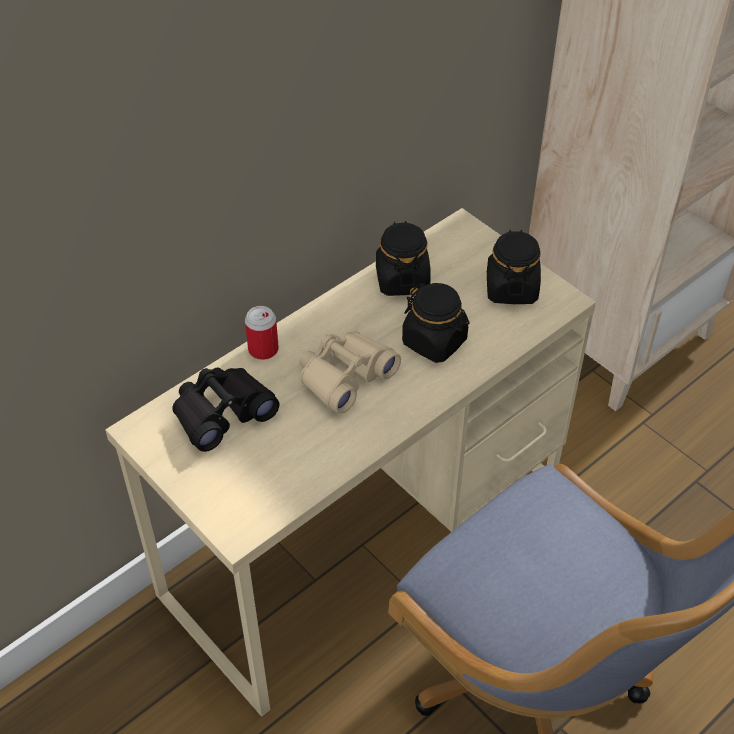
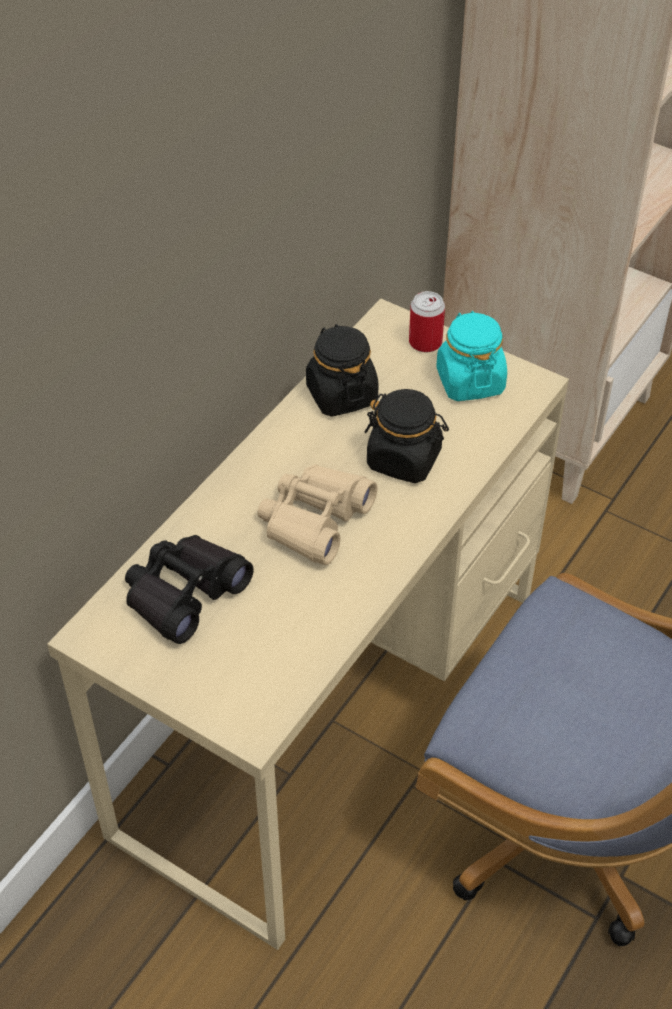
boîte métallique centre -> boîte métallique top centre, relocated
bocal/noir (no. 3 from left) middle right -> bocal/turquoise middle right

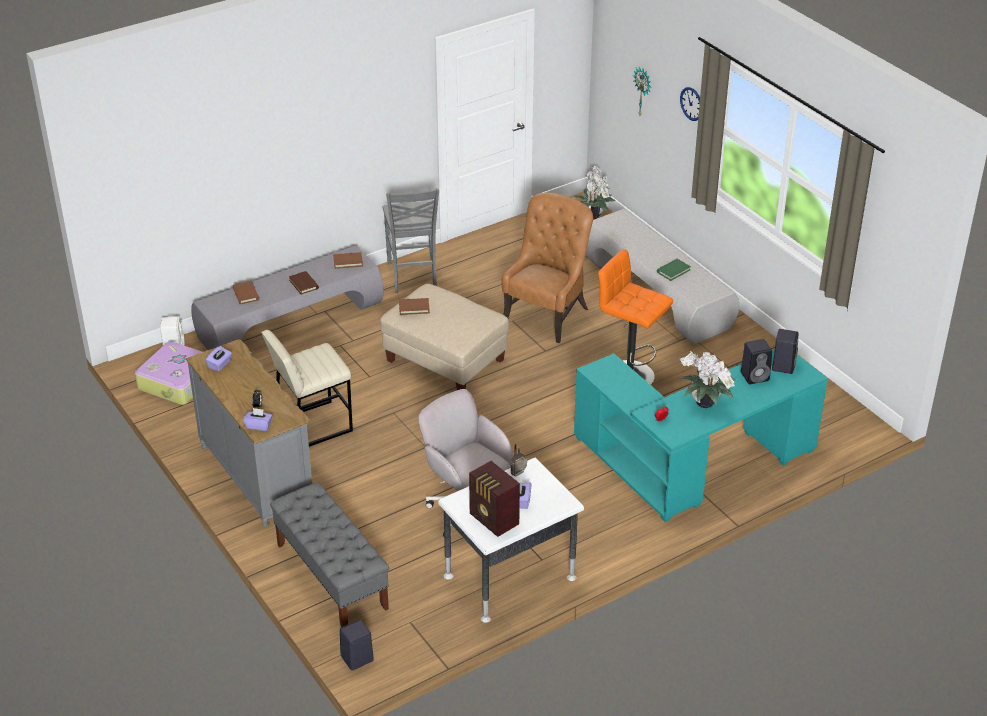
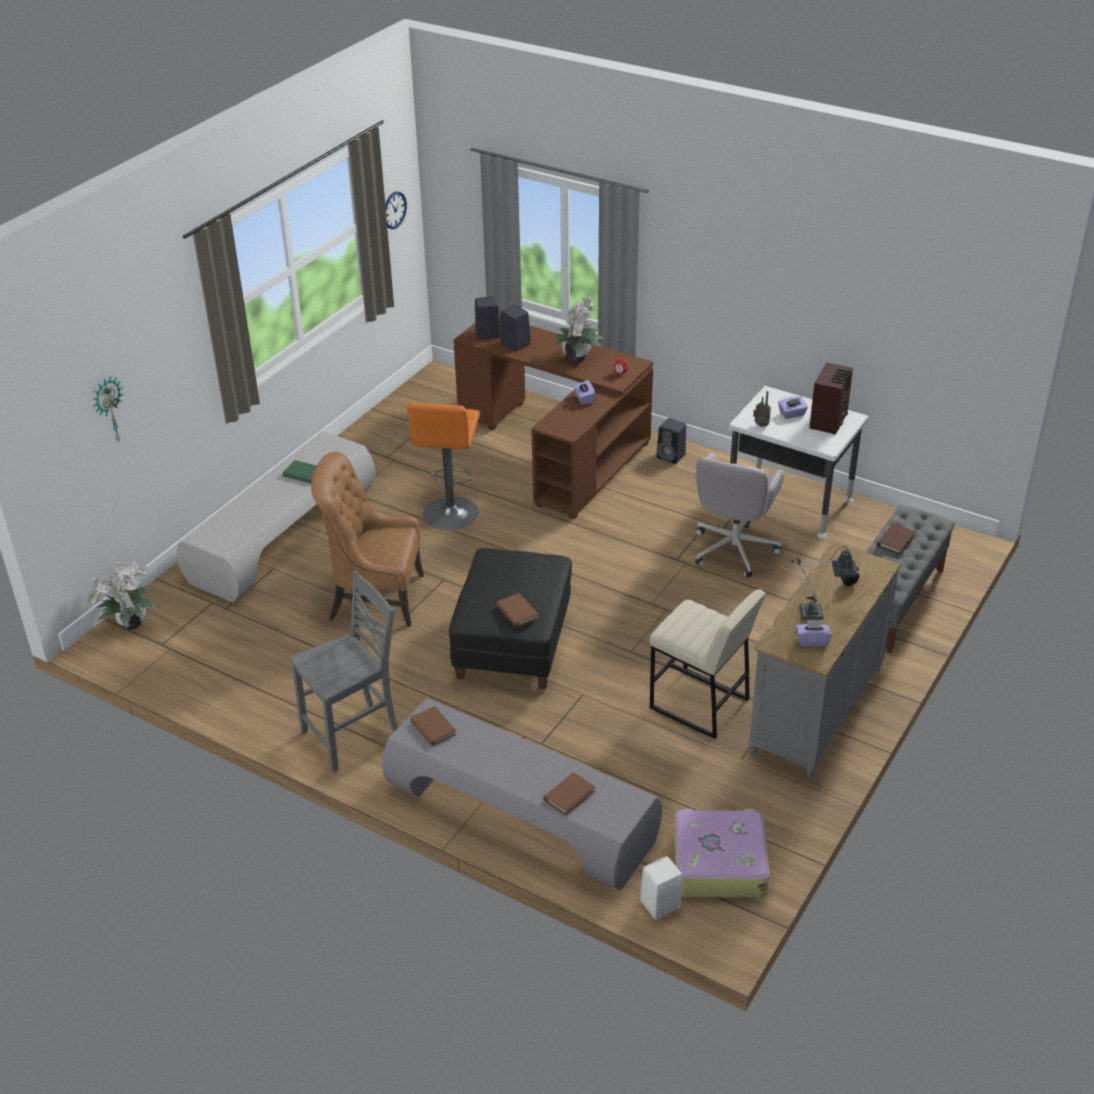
none -> lampe de table middle right
boîte à mouchoirs/violet (no. 2 from left in the first image) middle left -> boîte à mouchoirs/violet (no. 1 from left) centre, relocated
livre/marron (no. 2 from left in the first image) middle left -> livre/marron (no. 4 from left) middle right, relocated
enceinte/noir (no. 1 from left in the first image) bottom centre -> enceinte/noir (no. 3 from left) centre, relocated
horloge murale (no. 2 from left) top right -> horloge murale (no. 2 from left) top centre, relocated
pouf/beige centre -> pouf/noir centre
bureau/turquoise middle right -> bureau/marron centre

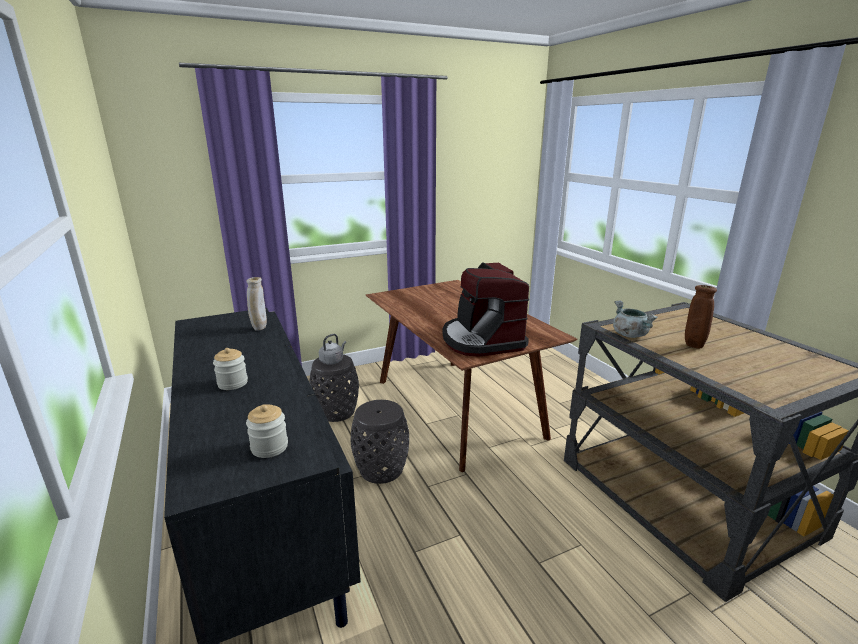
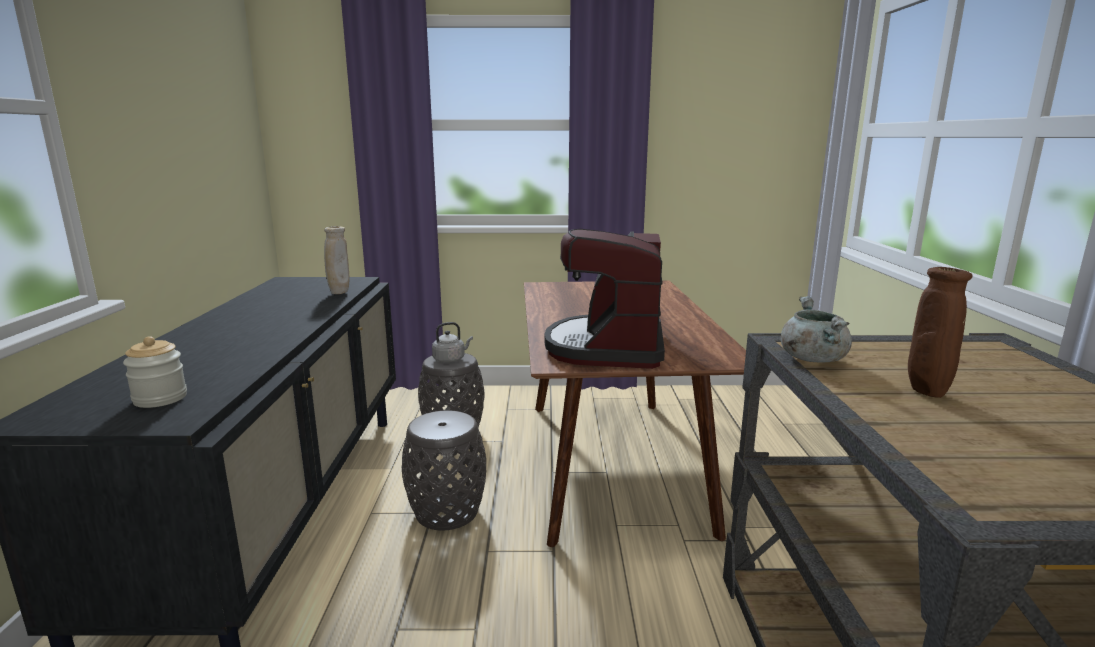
bocal (no. 1 from left) middle left -> none

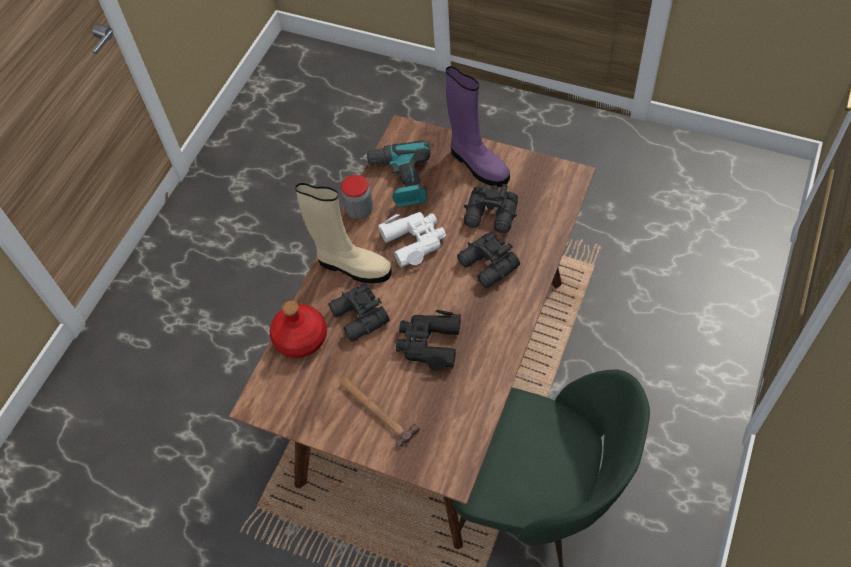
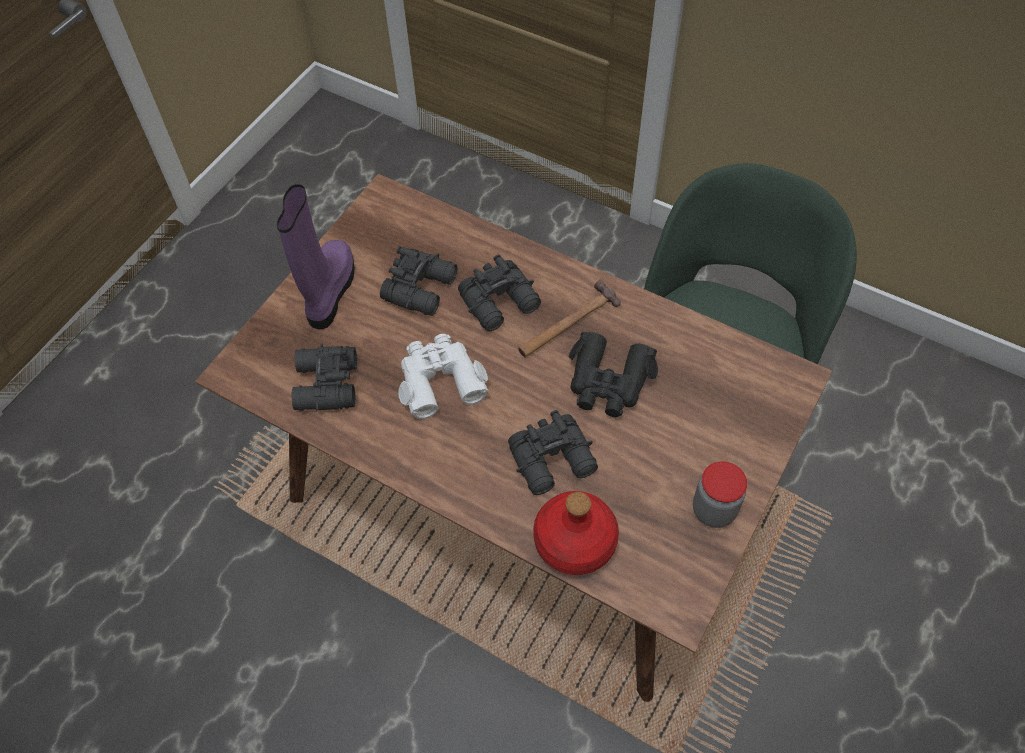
botte/beige centre -> none
marteau bottom centre -> marteau centre, relocated
bocal centre -> bocal middle right, relocated
perceuse top centre -> jumelles/noir (no. 1 from left) middle left
botte/violet top centre -> botte/violet middle left, 45 degrees counterclockwise

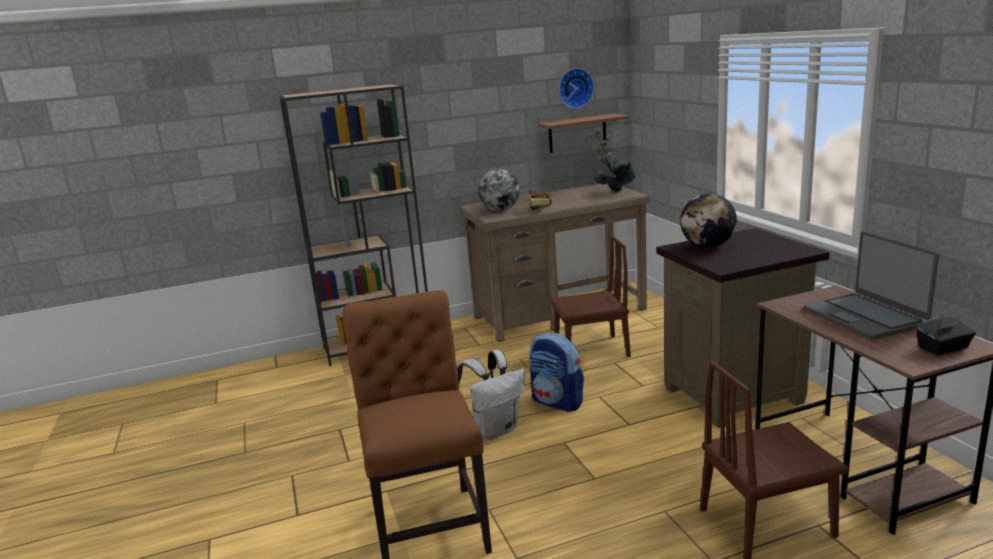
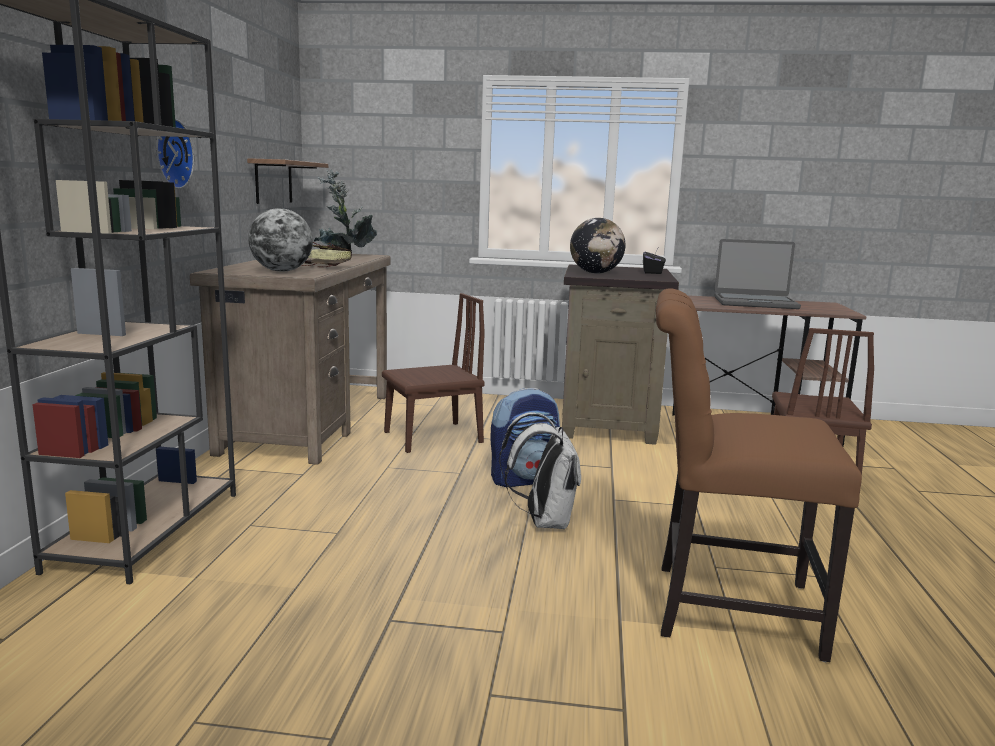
horloge murale top centre -> horloge murale top left, relocated
boîte à mouchoirs/noir middle right -> boîte à mouchoirs/noir centre, relocated
chaise/marron (no. 2 from left in the first image) centre -> chaise/marron (no. 1 from left) centre, 45 degrees clockwise

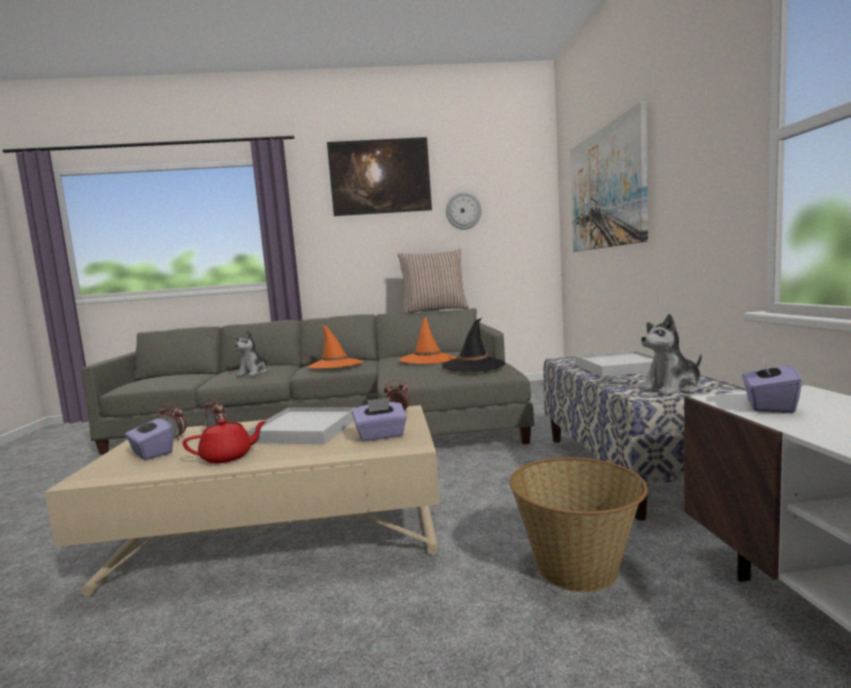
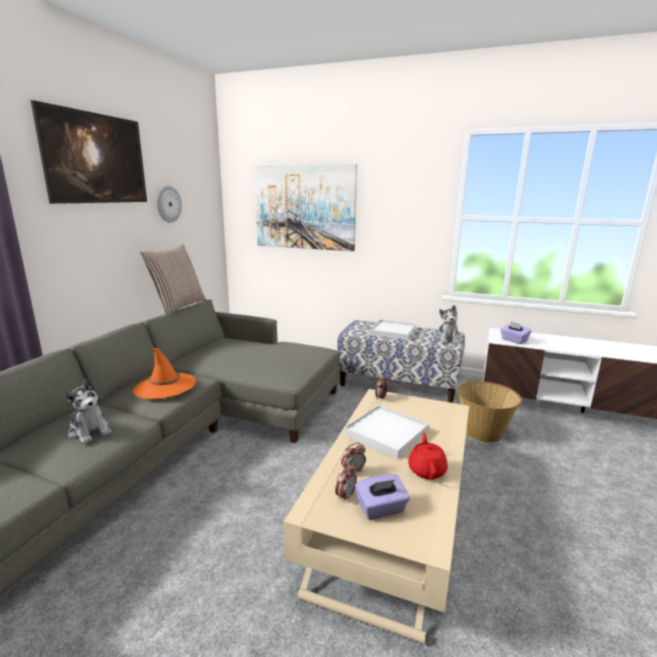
boîte à mouchoirs/violet (no. 2 from left) centre -> none
chapeau/orange (no. 2 from left) centre -> none
chapeau/noir centre -> none

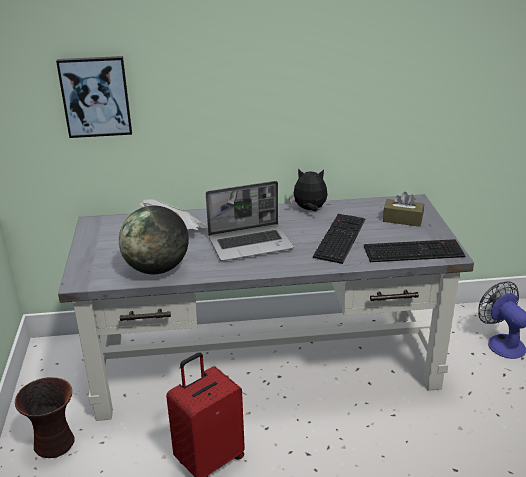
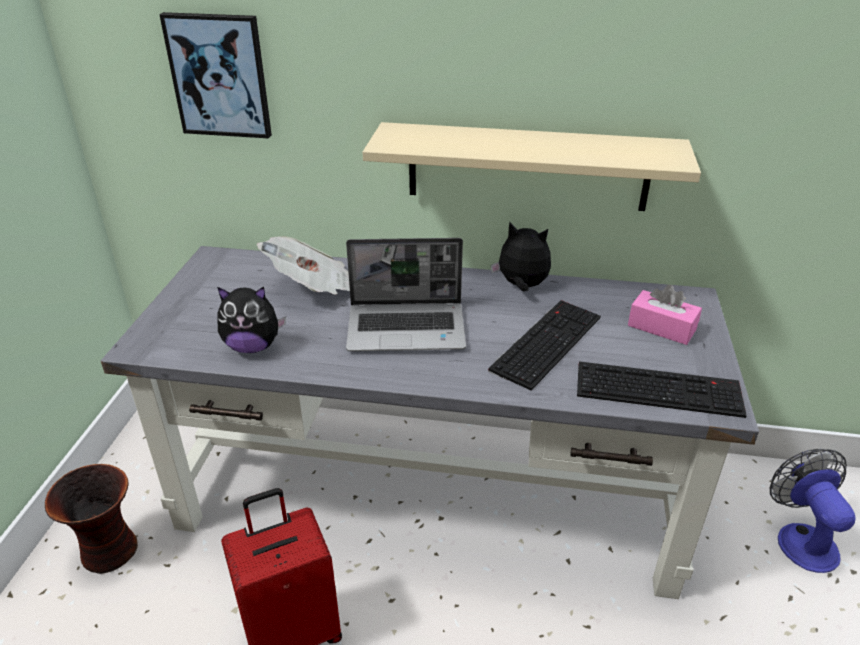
none -> étagère/beige top centre
globe middle left -> peluche (no. 1 from left) middle left
boîte à mouchoirs/marron middle right -> boîte à mouchoirs/rose middle right

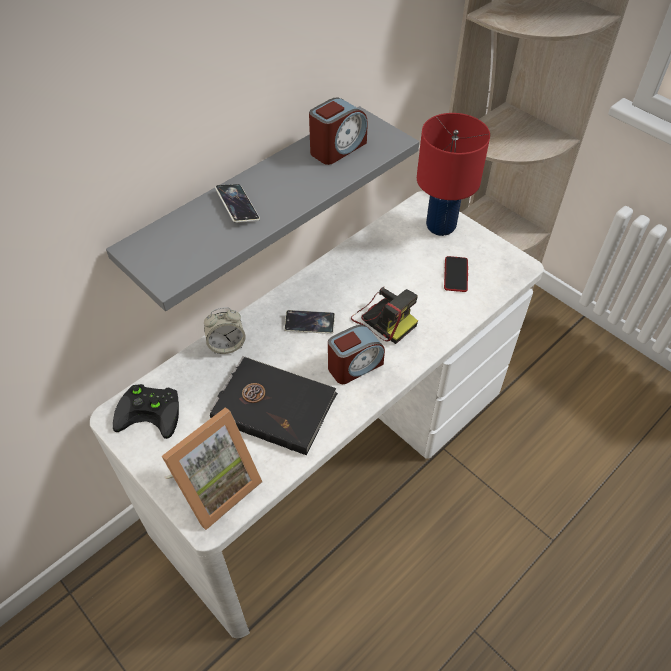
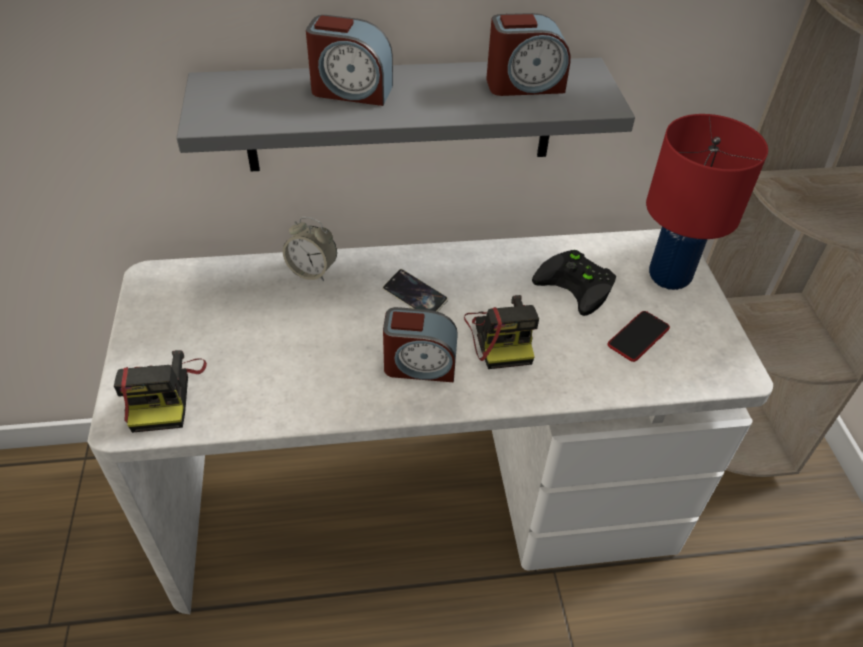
livre/noir centre -> none
manette/noir middle left -> manette/noir centre, relocated
cadre photo bottom left -> appareil photo (no. 1 from left) middle left
téléphone (no. 1 from left) top centre -> réveil (no. 2 from left) top centre

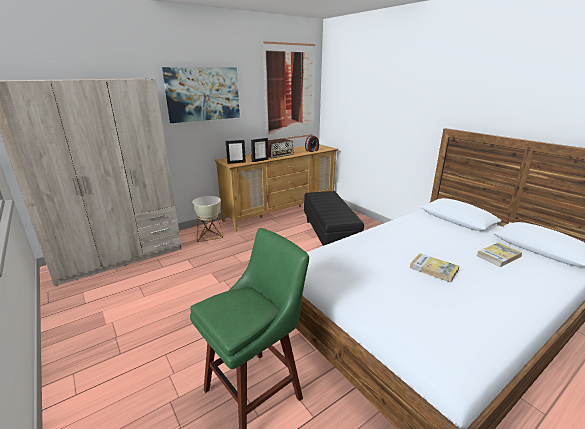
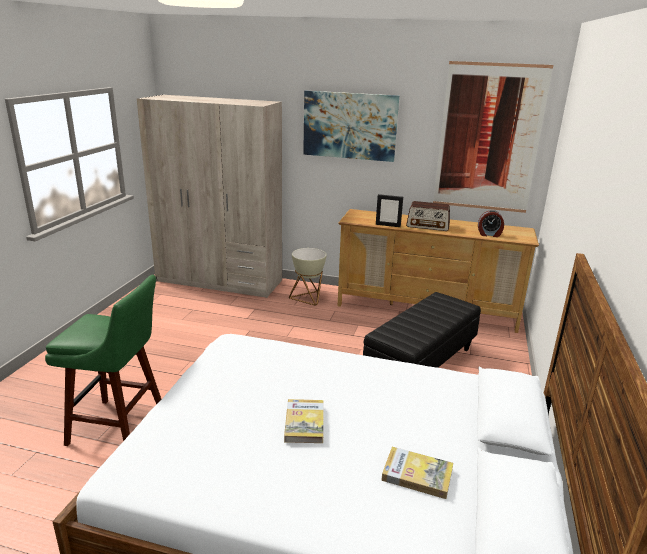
cadre photo (no. 1 from left) centre -> none

